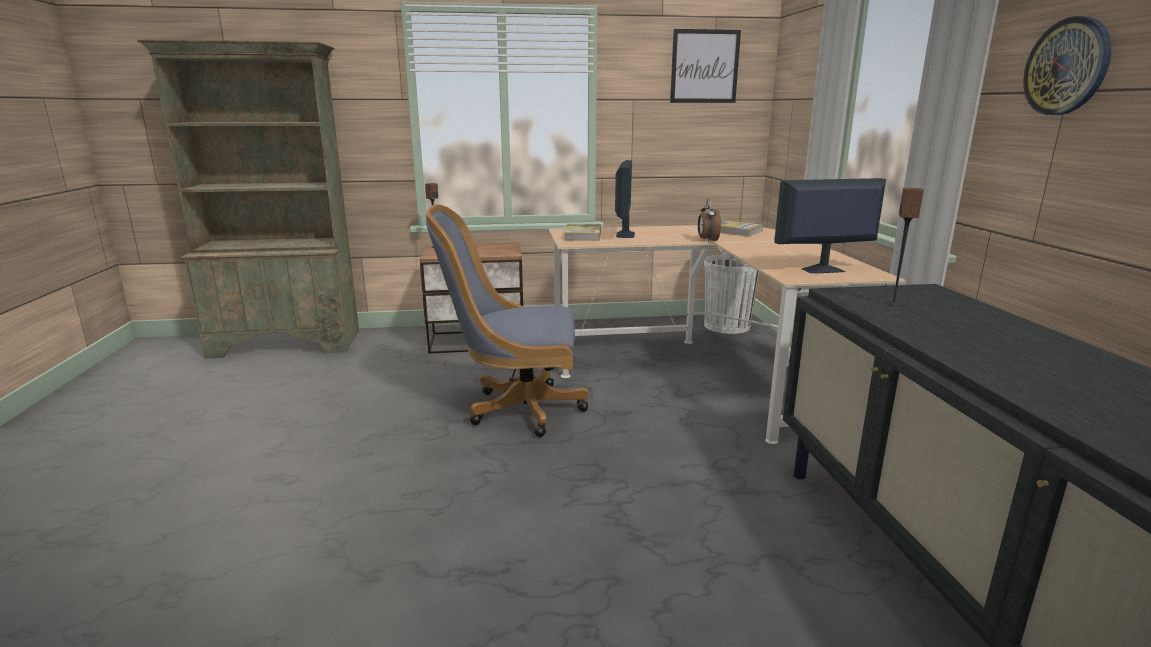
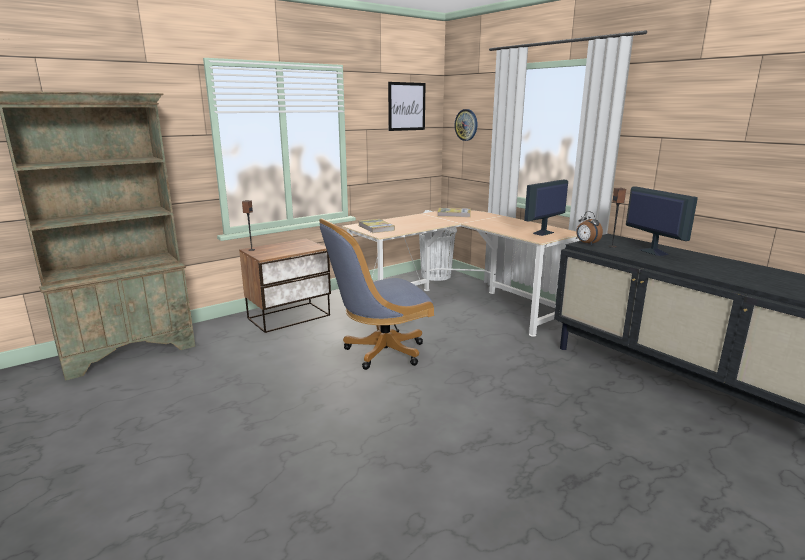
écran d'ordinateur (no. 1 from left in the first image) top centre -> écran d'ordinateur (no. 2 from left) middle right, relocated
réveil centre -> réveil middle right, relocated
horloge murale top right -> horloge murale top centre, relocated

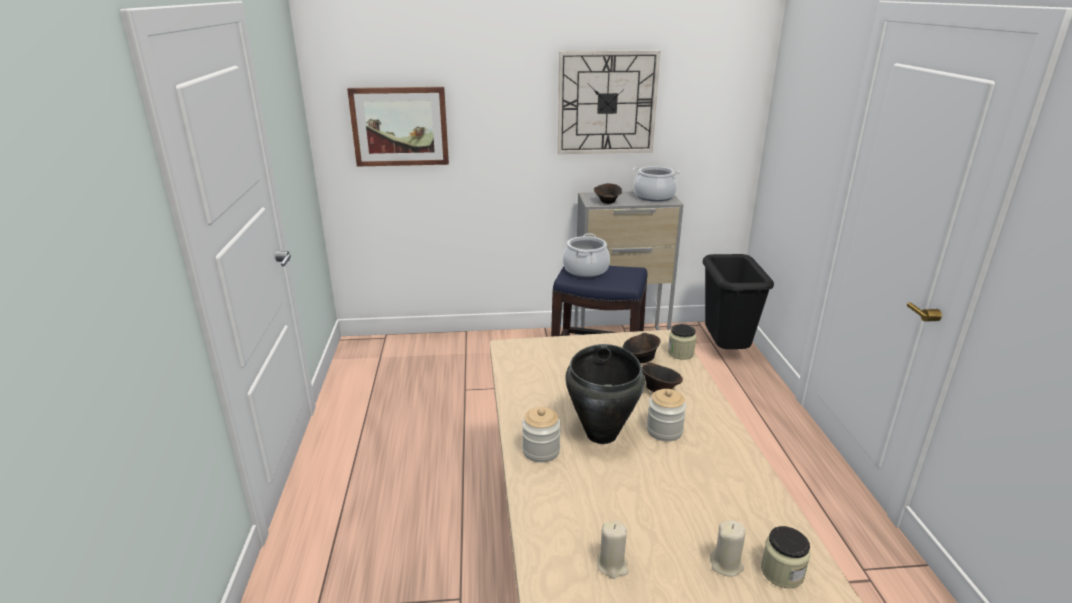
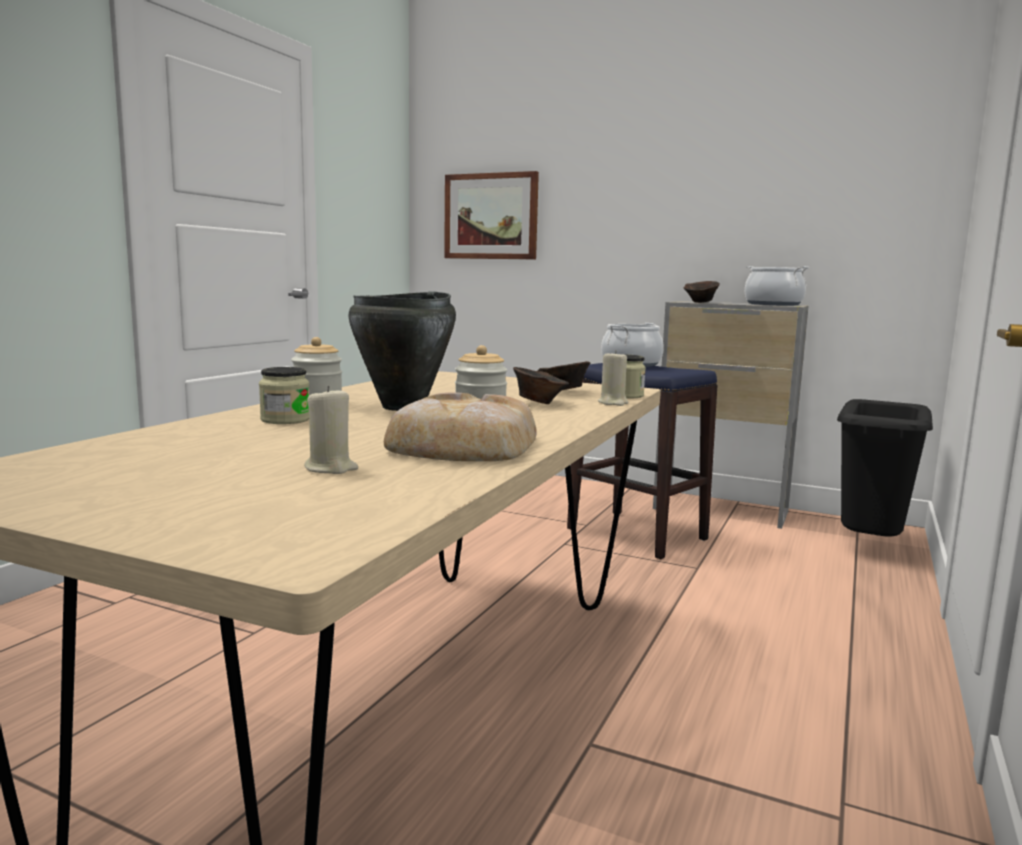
horloge murale top centre -> none
none -> pain centre
bougie/beige (no. 1 from left in the first image) bottom centre -> bougie/beige (no. 2 from left) centre, relocated
bocal (no. 4 from left in the first image) bottom right -> bocal (no. 1 from left) middle left, relocated

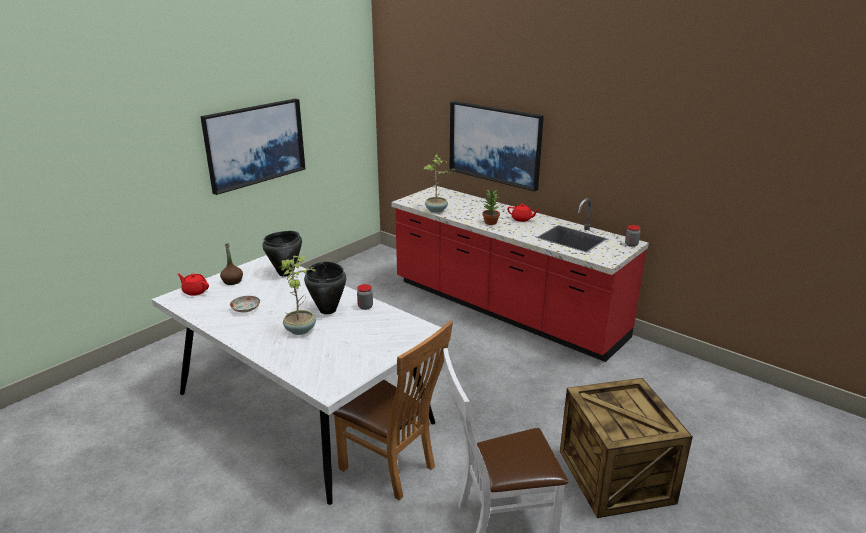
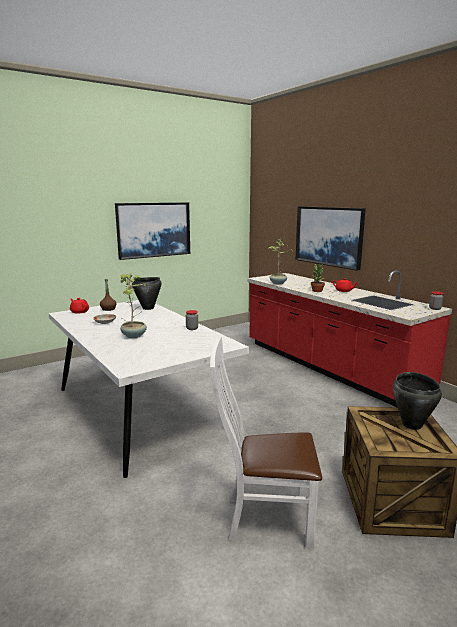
chaise/marron bottom centre -> none
marmite/noir (no. 2 from left) centre -> marmite/noir (no. 2 from left) middle right, relocated

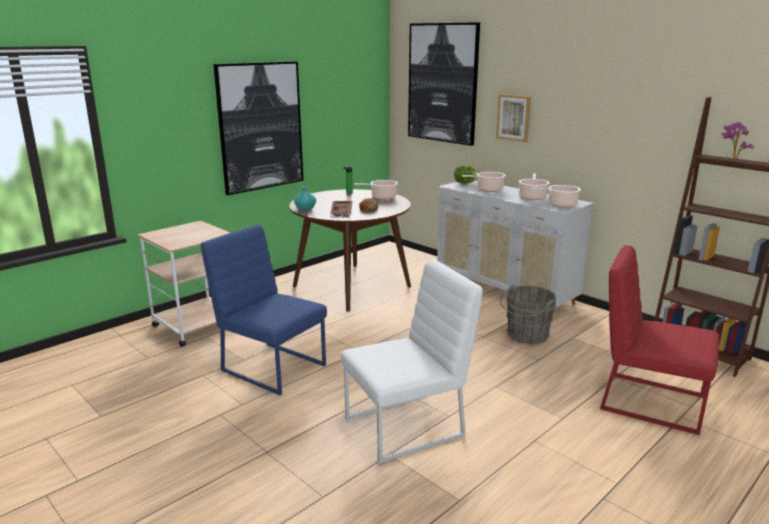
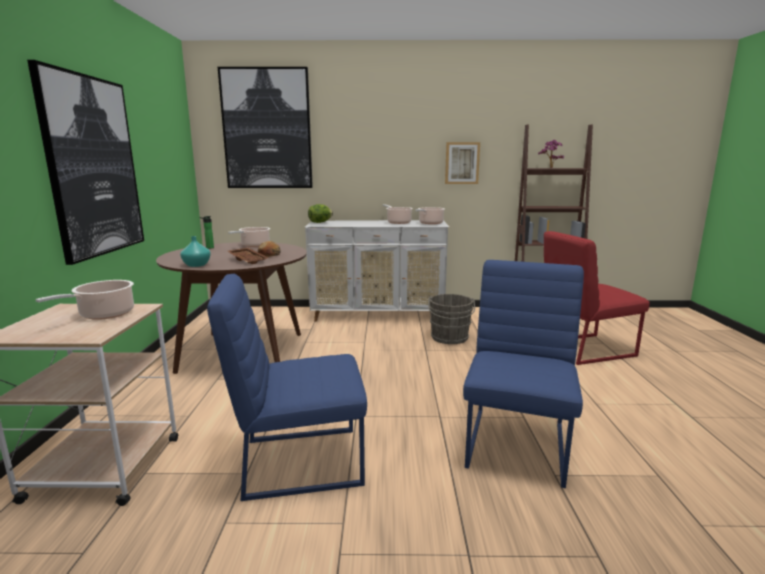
marmite (no. 2 from left in the first image) centre -> marmite (no. 1 from left) middle left, relocated
tableau (no. 3 from left) top right -> tableau (no. 3 from left) top centre, relocated
chaise/blanc bottom centre -> chaise/bleu (no. 2 from left) middle right

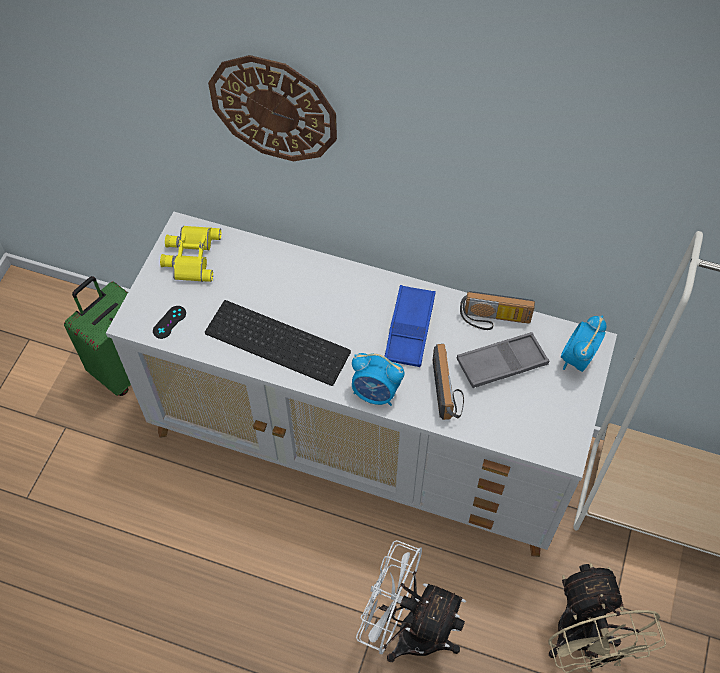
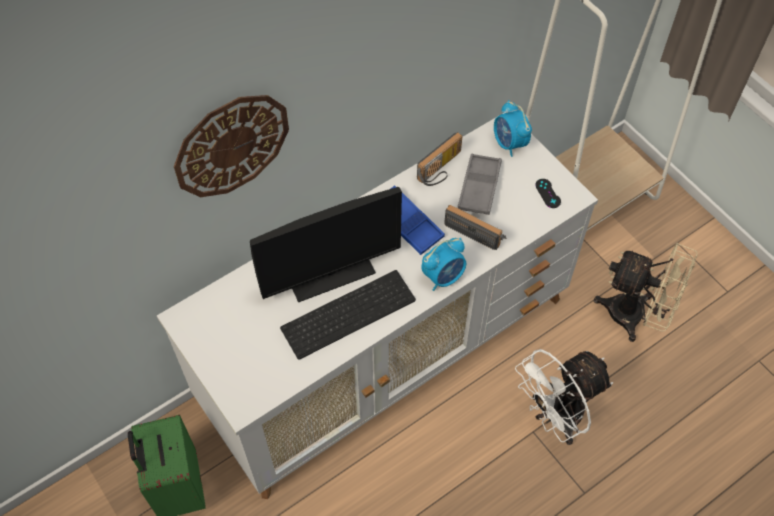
jumelles/jaune middle left -> none
none -> écran d'ordinateur centre
manette/noir middle left -> manette/noir middle right, relocated

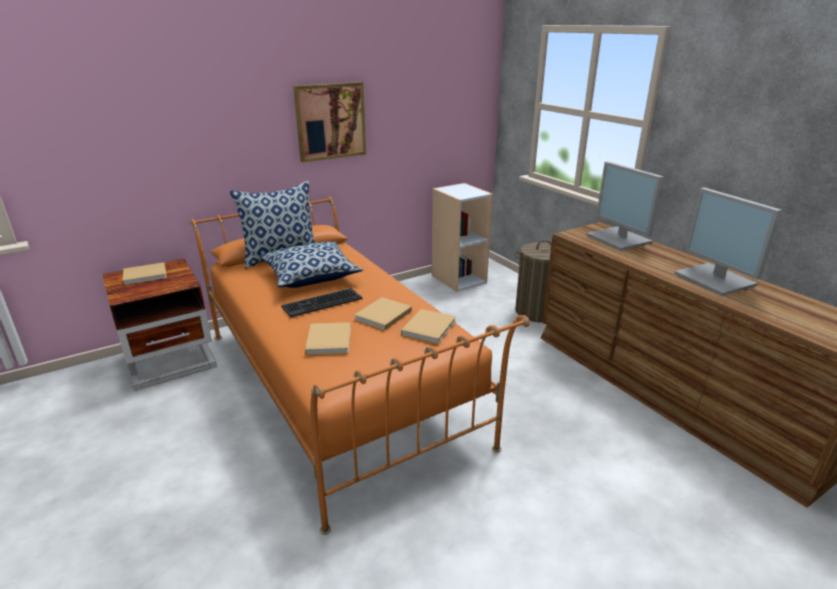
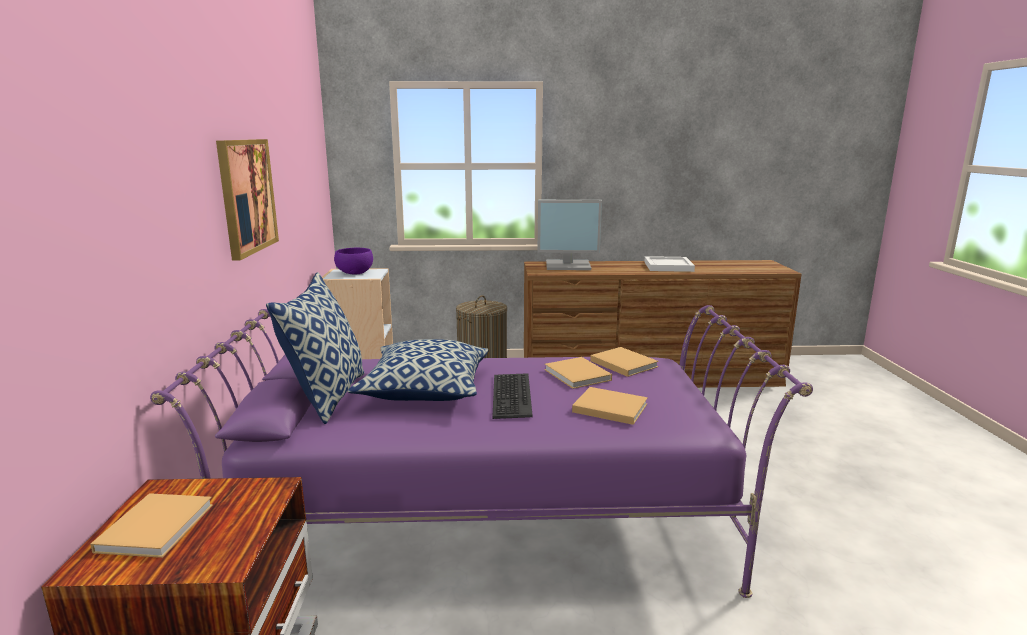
none -> bol/violet centre
écran d'ordinateur (no. 2 from left) middle right -> plateau/blanc centre
lit/orange centre -> lit/violet bottom centre

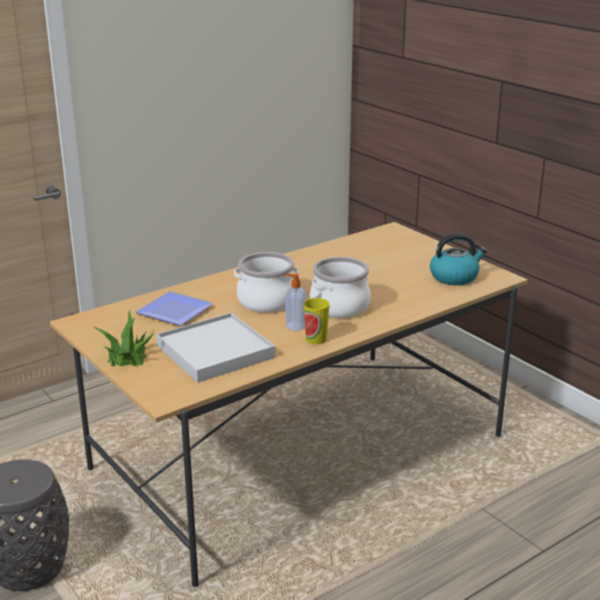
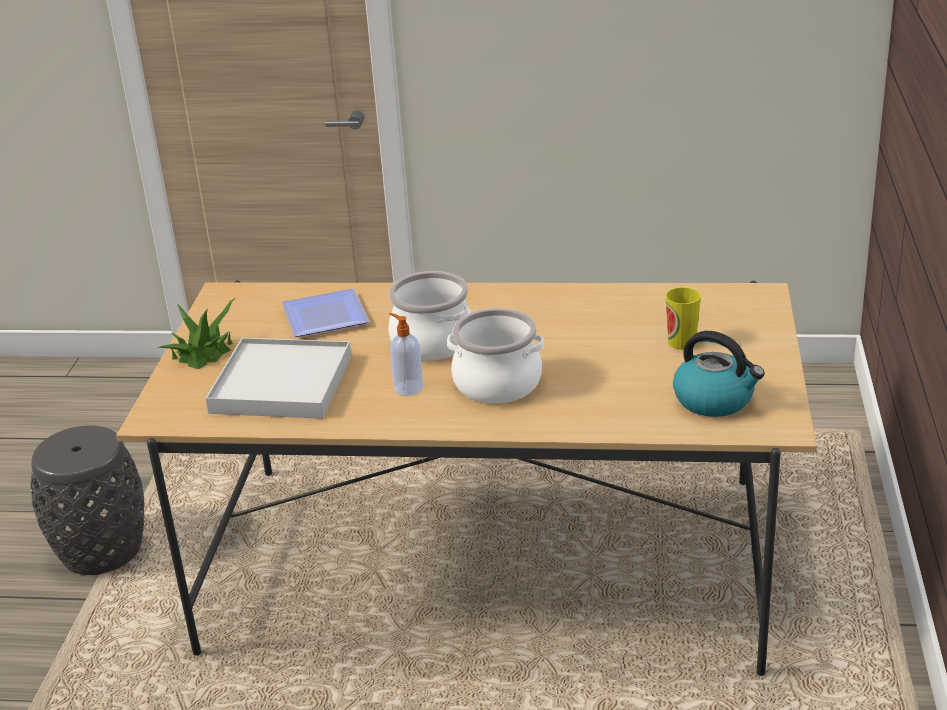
tasse centre -> tasse middle right, relocated

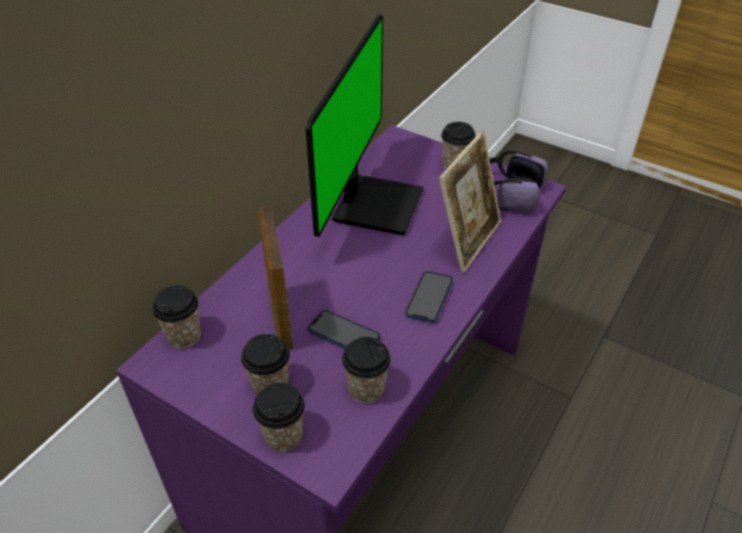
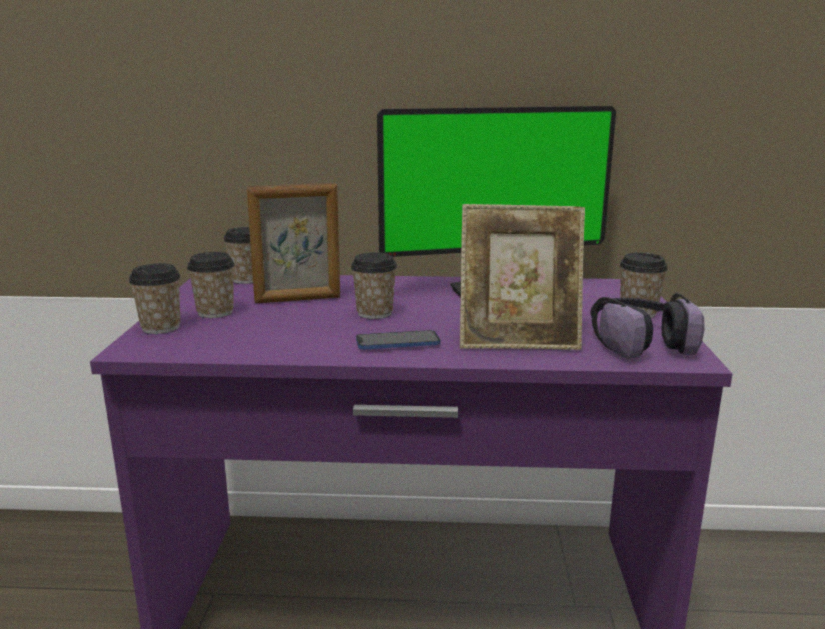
téléphone (no. 1 from left) centre -> none
tasse (no. 4 from left) bottom centre -> tasse (no. 4 from left) centre, relocated
cadre photo (no. 1 from left) centre, 150 degrees counterclockwise

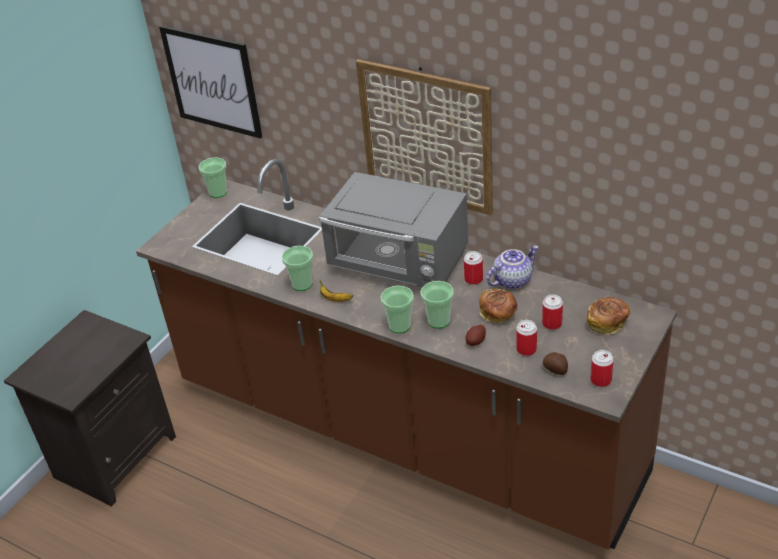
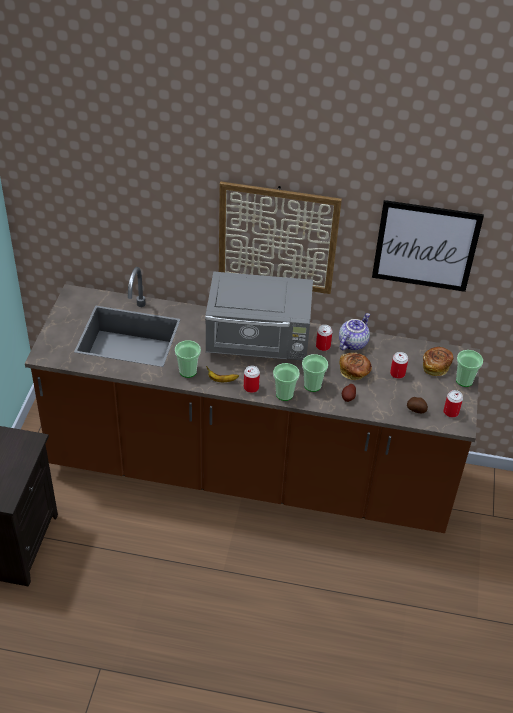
tableau (no. 1 from left in the first image) top left -> tableau (no. 2 from left) middle right, relocated
tasse (no. 1 from left in the first image) top left -> tasse (no. 4 from left) middle right, relocated
boîte métallique (no. 2 from left in the first image) middle right -> boîte métallique (no. 1 from left) centre, relocated

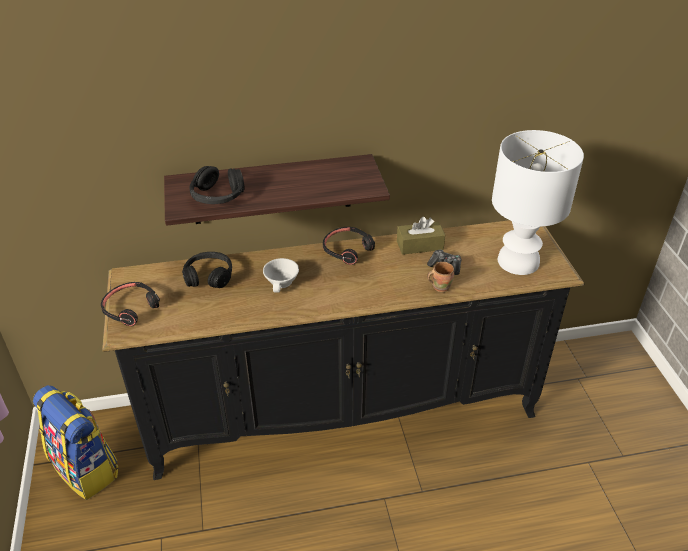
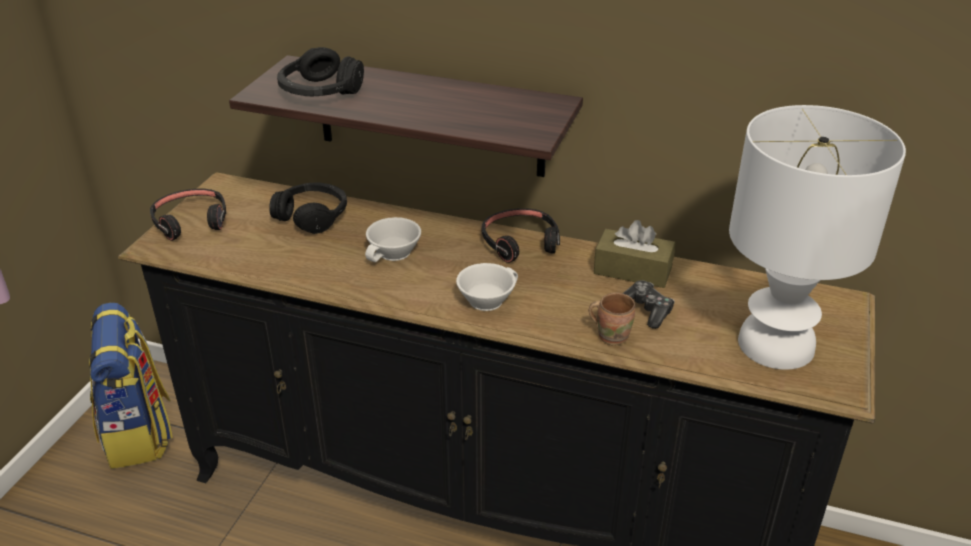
none -> tasse/blanc (no. 2 from left) centre

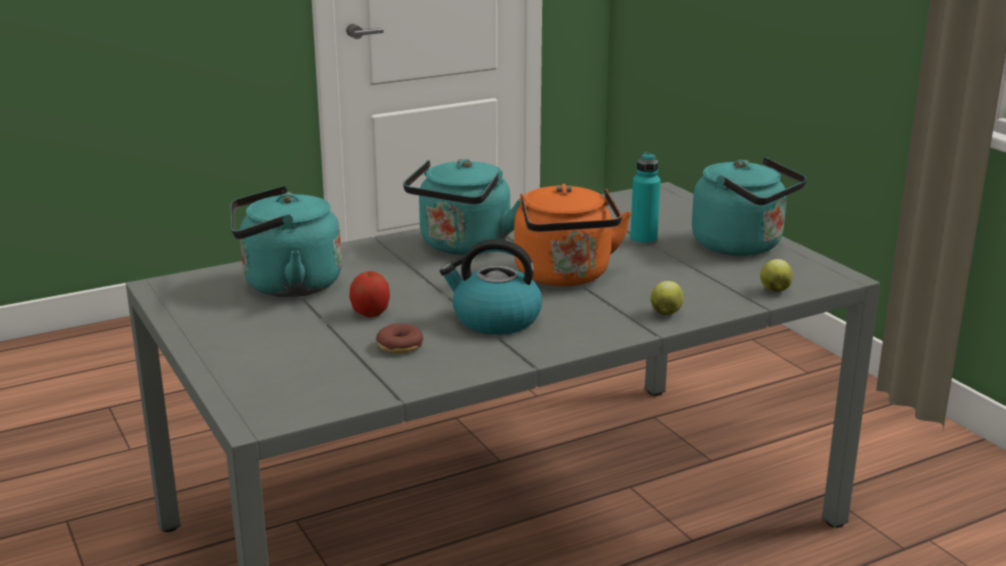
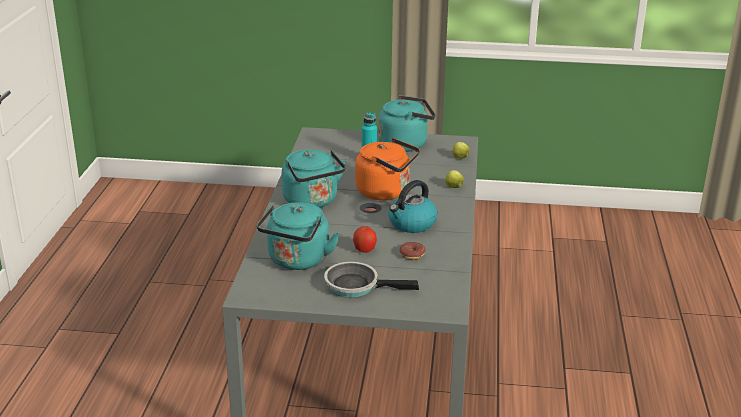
none -> poêle bottom centre

